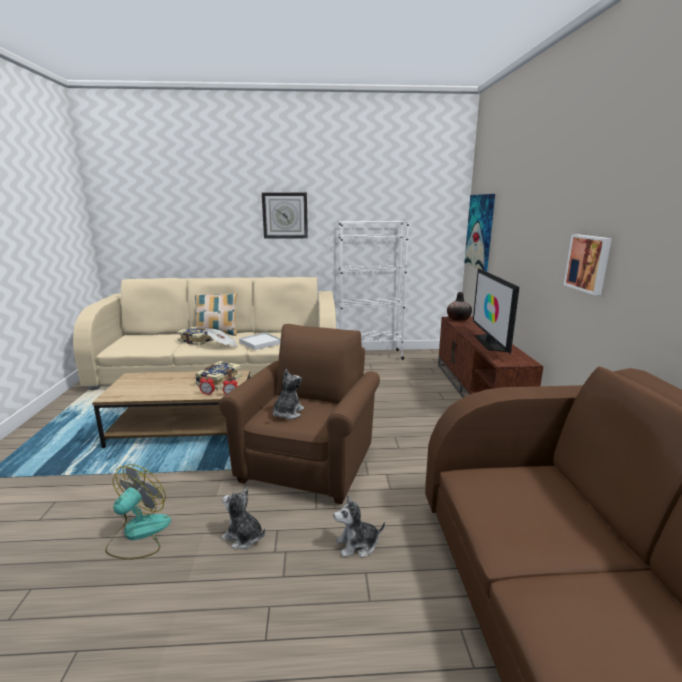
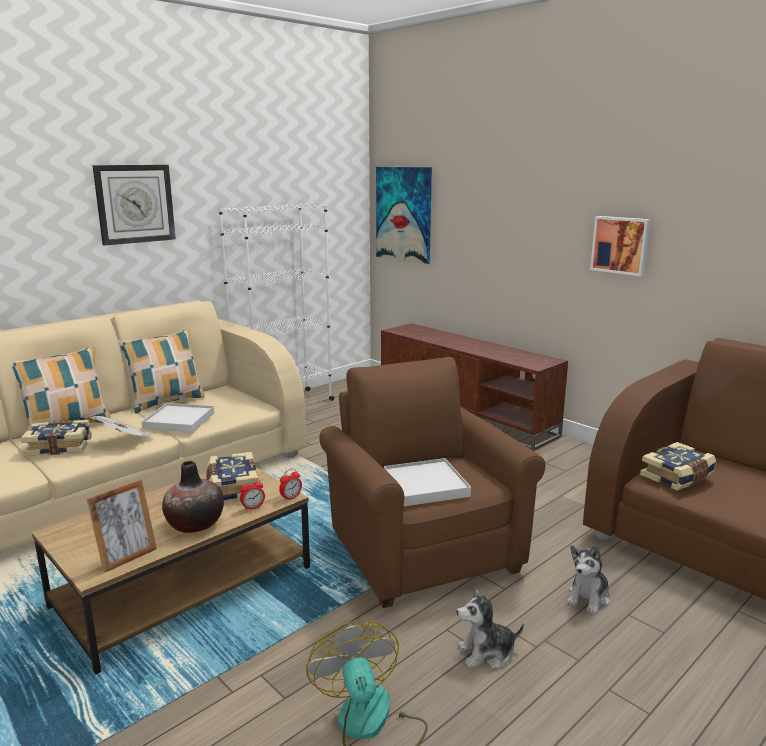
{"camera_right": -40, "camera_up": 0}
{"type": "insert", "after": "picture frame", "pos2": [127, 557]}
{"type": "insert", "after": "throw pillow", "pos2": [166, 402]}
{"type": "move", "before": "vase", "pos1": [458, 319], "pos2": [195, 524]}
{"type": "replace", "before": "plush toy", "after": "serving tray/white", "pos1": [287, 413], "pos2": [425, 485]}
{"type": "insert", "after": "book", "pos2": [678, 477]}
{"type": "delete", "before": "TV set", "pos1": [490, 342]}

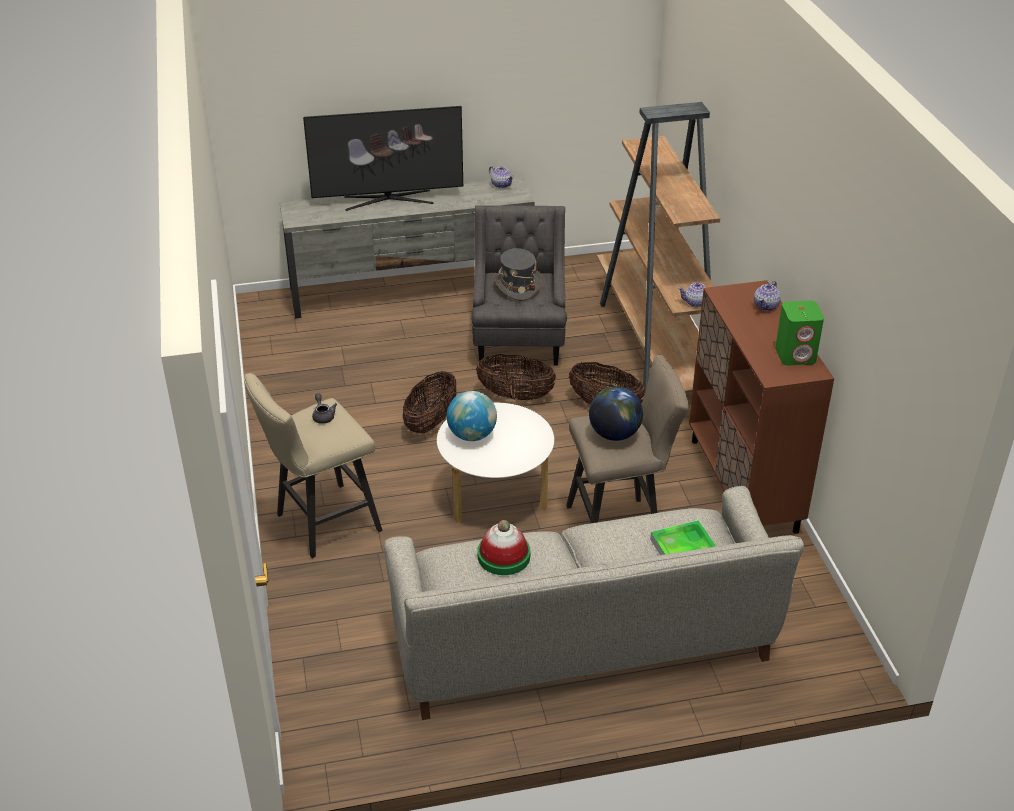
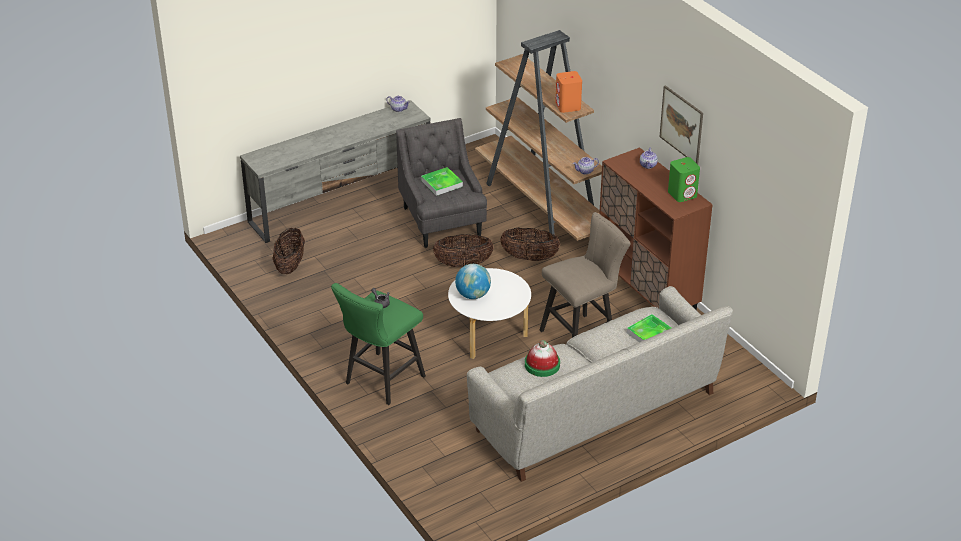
{"camera_right": -20, "camera_up": 0}
{"type": "move", "before": "storage basket", "pos1": [431, 421], "pos2": [290, 265]}
{"type": "recolor", "before": "sitting stool/beige-coloured", "after": "sitting stool/green-coloured", "pos1": [321, 524], "pos2": [381, 382]}
{"type": "replace", "before": "clothing hat/grey", "after": "serving tray", "pos1": [517, 285], "pos2": [441, 183]}
{"type": "insert", "after": "audio speaker/orange-coloured", "pos2": [568, 106]}
{"type": "insert", "after": "picture", "pos2": [681, 124]}
{"type": "delete", "before": "TV set", "pos1": [388, 200]}
{"type": "delete", "before": "globe", "pos1": [614, 434]}

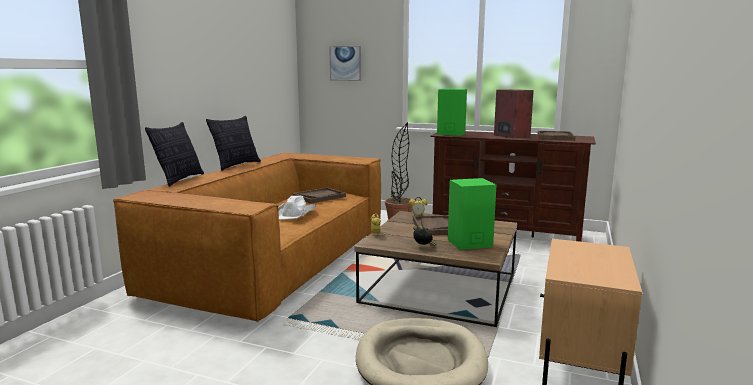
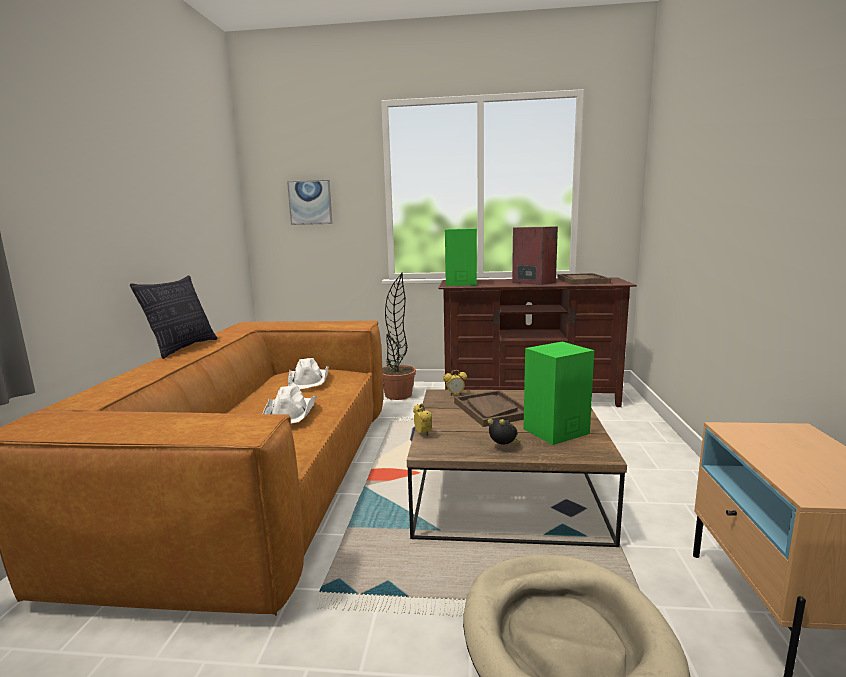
{"camera_right": -15, "camera_up": 0}
{"type": "replace", "before": "serving tray/brownish", "after": "clothing hat/white", "pos1": [319, 197], "pos2": [309, 380]}
{"type": "delete", "before": "throw pillow", "pos1": [179, 180]}

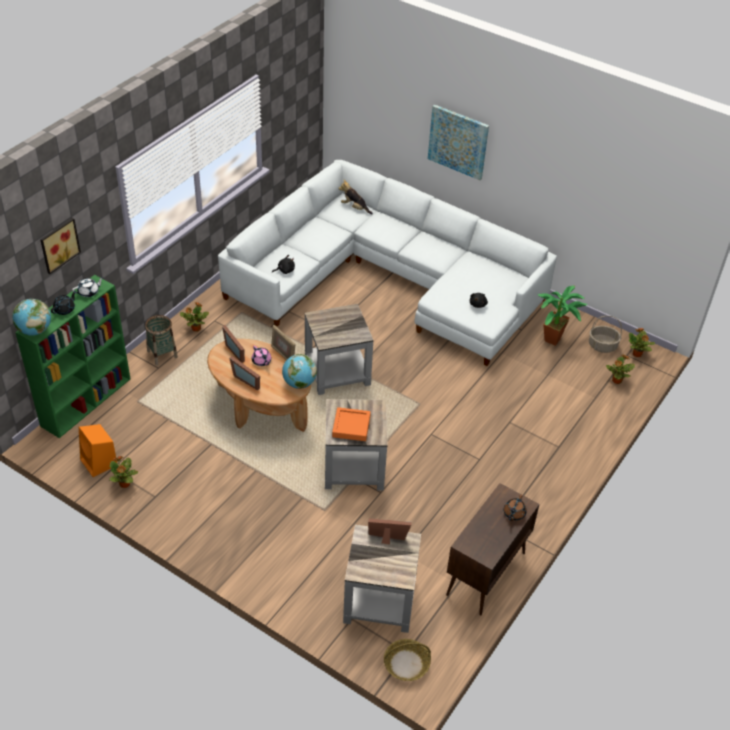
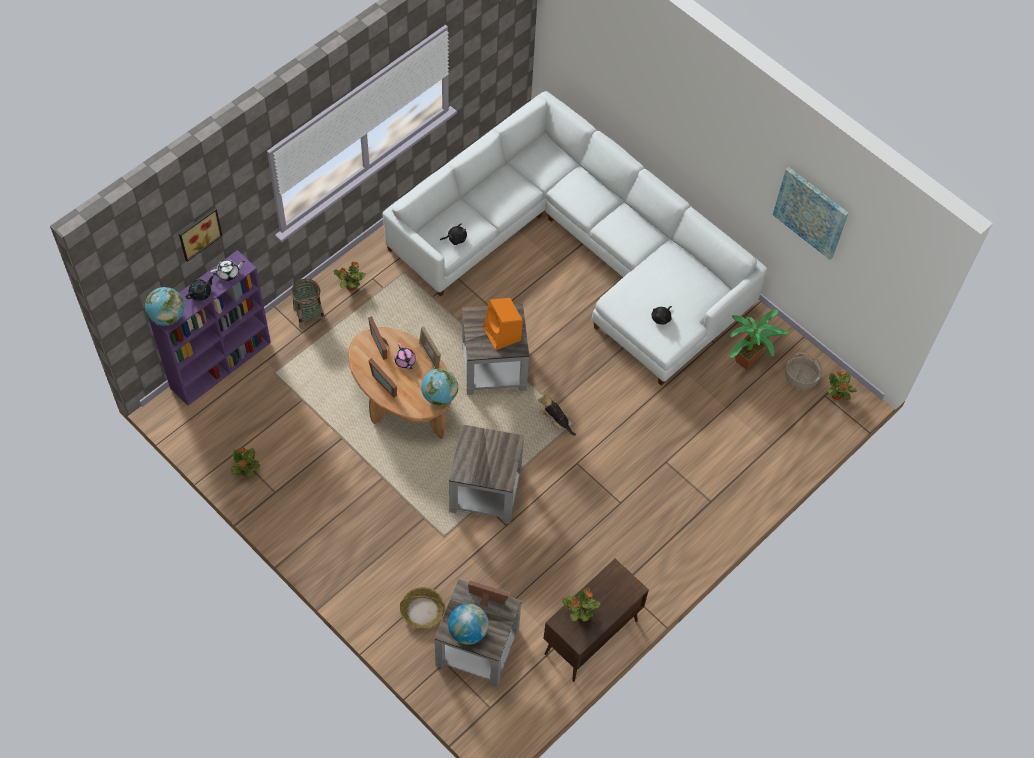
{"camera_right": 10, "camera_up": 15}
{"type": "recolor", "before": "bookcase/green-coloured", "after": "bookcase/purplish", "pos1": [87, 401], "pos2": [221, 364]}
{"type": "move", "before": "storage basket", "pos1": [406, 664], "pos2": [422, 611]}
{"type": "insert", "after": "globe", "pos2": [468, 631]}
{"type": "move", "before": "audio speaker/orange-coloured", "pos1": [99, 463], "pos2": [503, 334]}
{"type": "move", "before": "plush toy", "pos1": [355, 208], "pos2": [556, 421]}
{"type": "move", "before": "houseplant", "pos1": [616, 381], "pos2": [579, 613]}
{"type": "move", "before": "picture", "pos1": [458, 141], "pos2": [811, 212]}
{"type": "delete", "before": "serving tray/orange-coloured", "pos1": [351, 427]}
{"type": "delete", "before": "teapot/brownish", "pos1": [513, 514]}

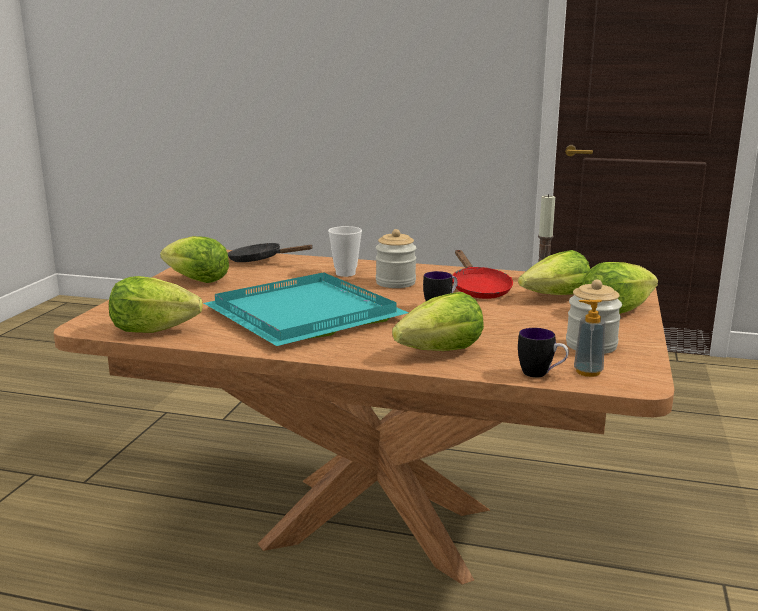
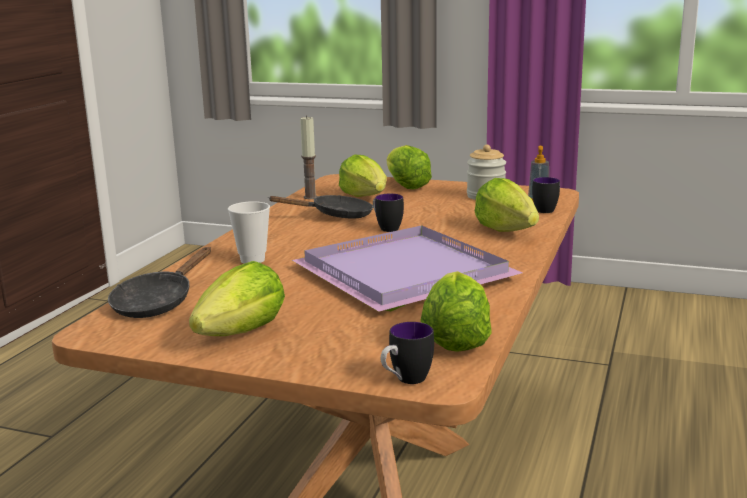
{"camera_right": -85, "camera_up": 0}
{"type": "recolor", "before": "frying pan/red", "after": "frying pan/blackish", "pos1": [478, 289], "pos2": [336, 216]}
{"type": "recolor", "before": "serving tray/turquoise-coloured", "after": "serving tray/purplish", "pos1": [308, 315], "pos2": [405, 272]}
{"type": "insert", "after": "mug", "pos2": [405, 381]}
{"type": "delete", "before": "preserve jar", "pos1": [395, 283]}

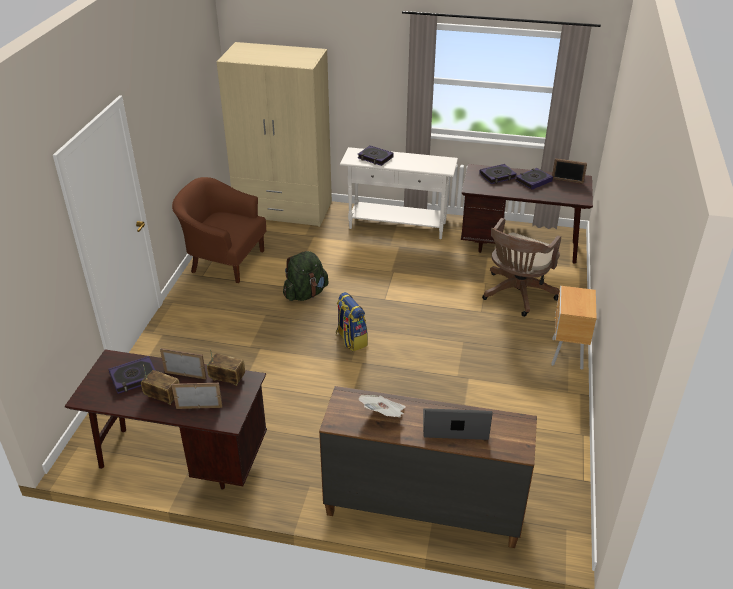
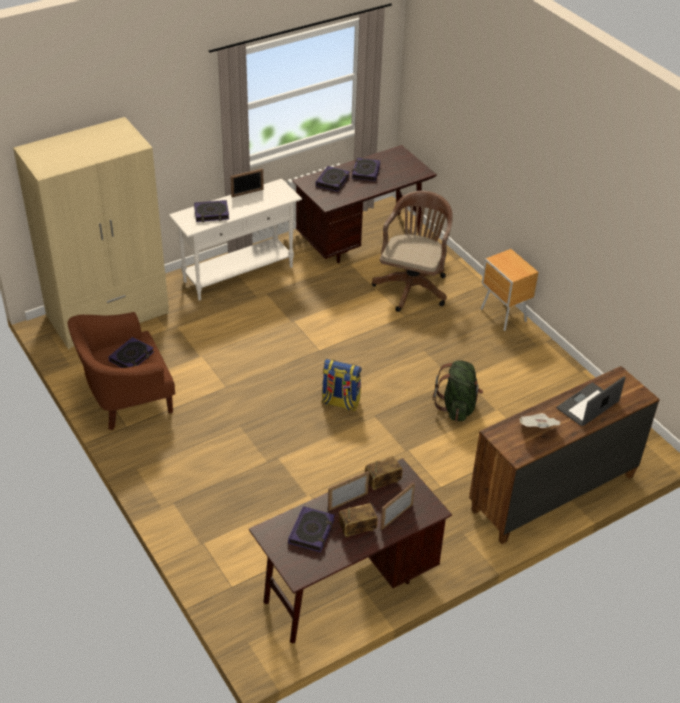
{"camera_right": -45, "camera_up": 5}
{"type": "insert", "after": "book", "pos2": [132, 357]}
{"type": "move", "before": "picture frame", "pos1": [567, 181], "pos2": [247, 193]}
{"type": "rotate", "before": "computer chair/brownish", "pos1": [516, 295], "pos2": [412, 286], "turn": -150}
{"type": "move", "before": "rucksack/green-coloured", "pos1": [306, 294], "pos2": [457, 407]}

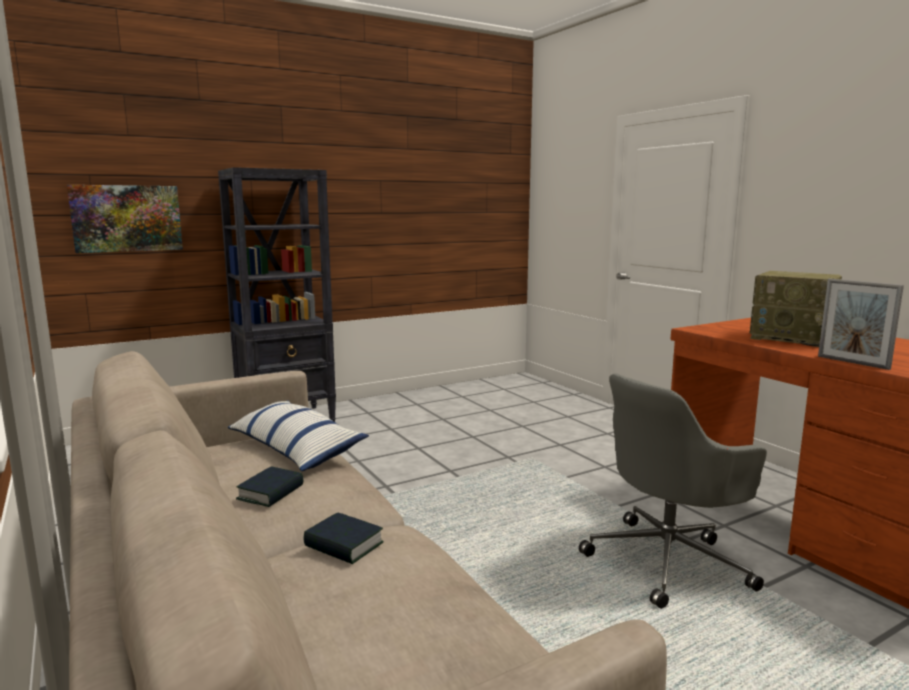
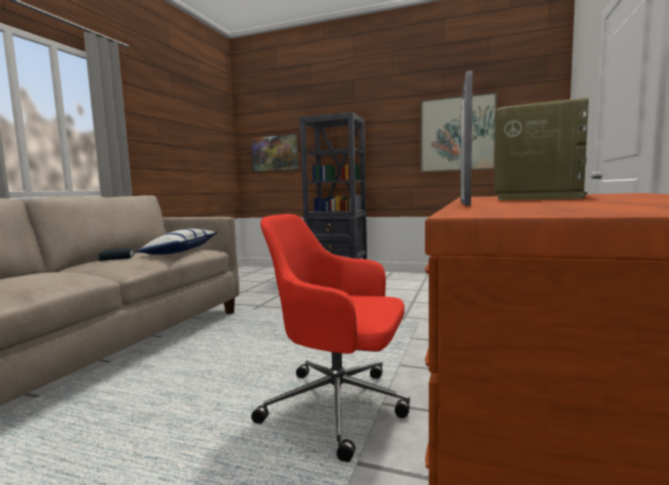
{"camera_right": 50, "camera_up": -5}
{"type": "recolor", "before": "computer chair/grey", "after": "computer chair/red", "pos1": [669, 560], "pos2": [339, 407]}
{"type": "insert", "after": "picture", "pos2": [457, 134]}
{"type": "rotate", "before": "radio", "pos1": [793, 338], "pos2": [537, 197], "turn": -150}
{"type": "delete", "before": "book", "pos1": [344, 545]}

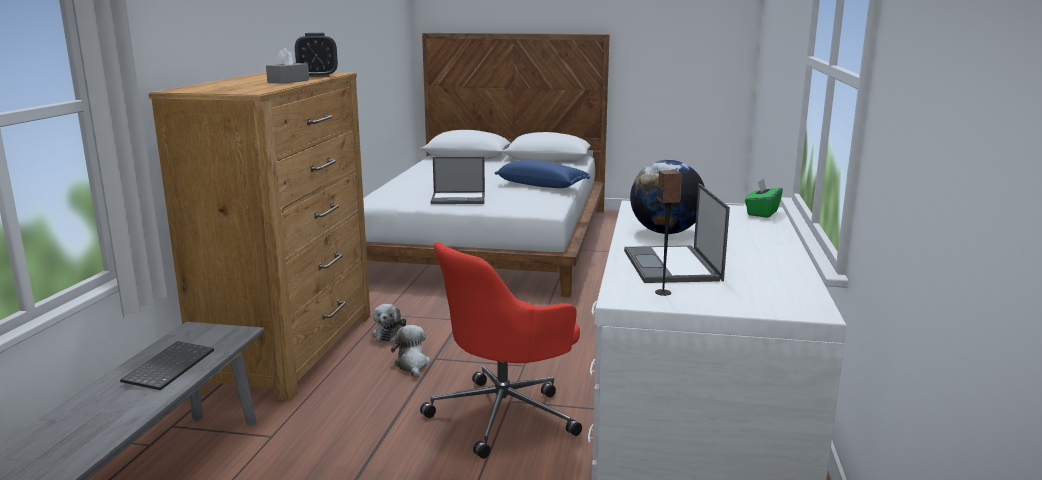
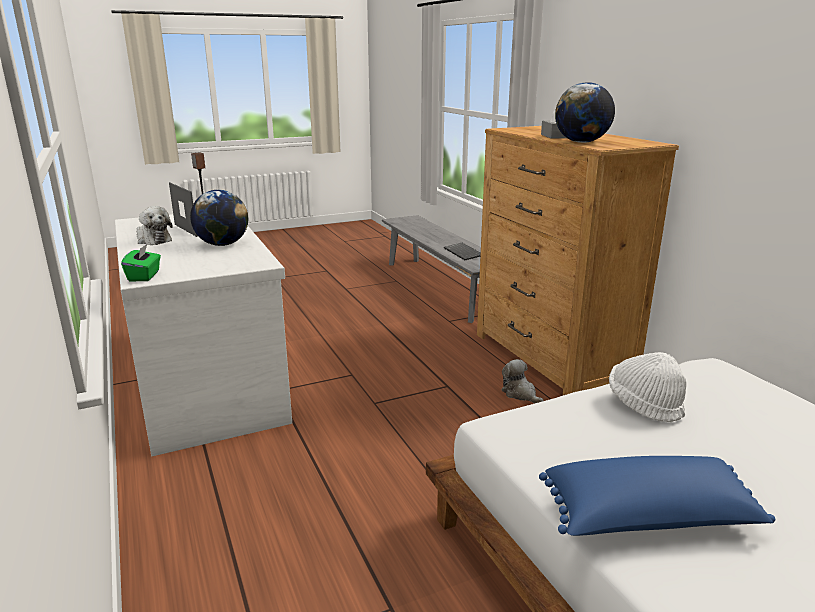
{"camera_right": 145, "camera_up": 5}
{"type": "move", "before": "plush toy", "pos1": [412, 365], "pos2": [153, 240]}
{"type": "replace", "before": "alarm clock", "after": "globe", "pos1": [317, 76], "pos2": [581, 142]}
{"type": "replace", "before": "notebook computer", "after": "clothing hat/white", "pos1": [459, 198], "pos2": [644, 404]}
{"type": "delete", "before": "computer chair/red", "pos1": [505, 415]}

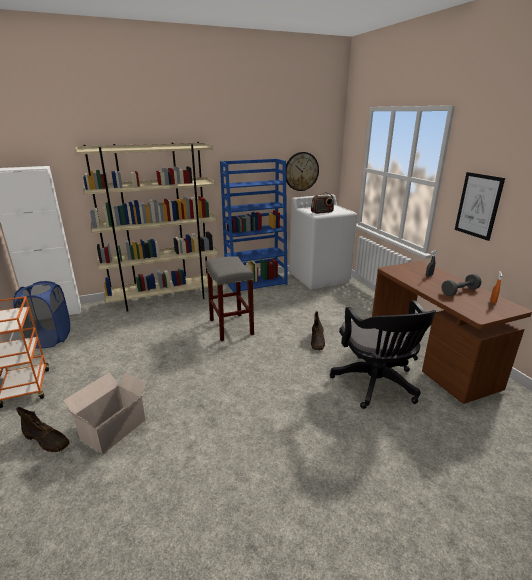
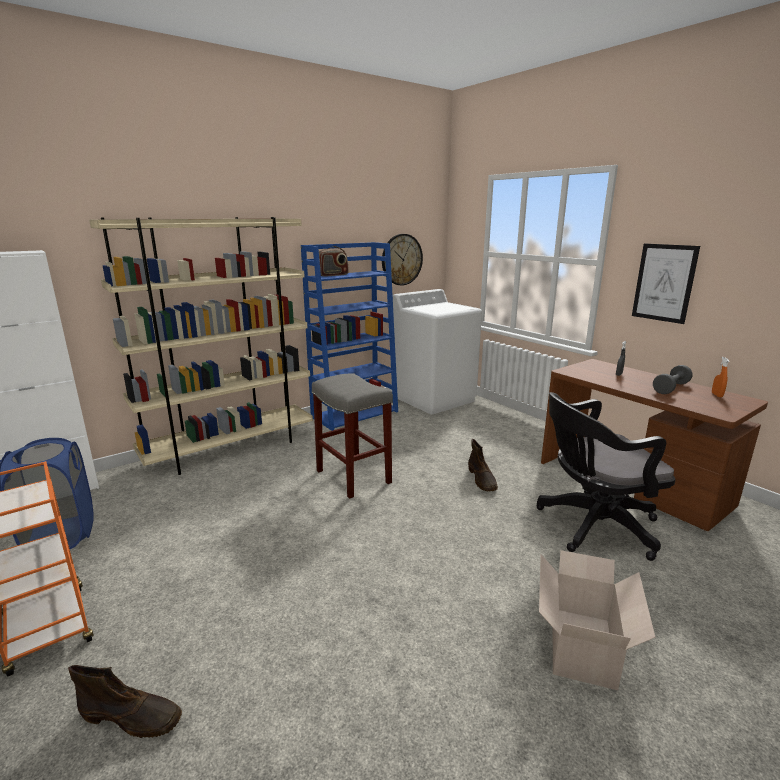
{"camera_right": -15, "camera_up": -5}
{"type": "move", "before": "radio", "pos1": [322, 212], "pos2": [332, 275]}
{"type": "rotate", "before": "computer chair/blackish", "pos1": [376, 385], "pos2": [592, 526], "turn": 105}
{"type": "move", "before": "packing box", "pos1": [115, 428], "pos2": [582, 644]}

